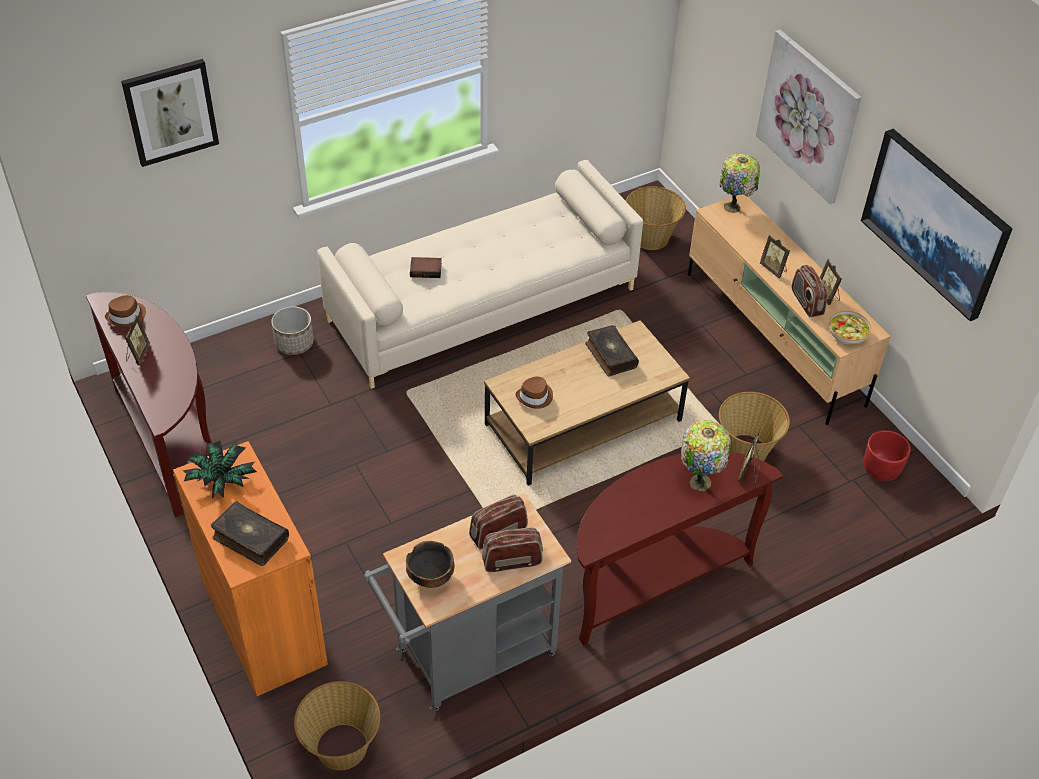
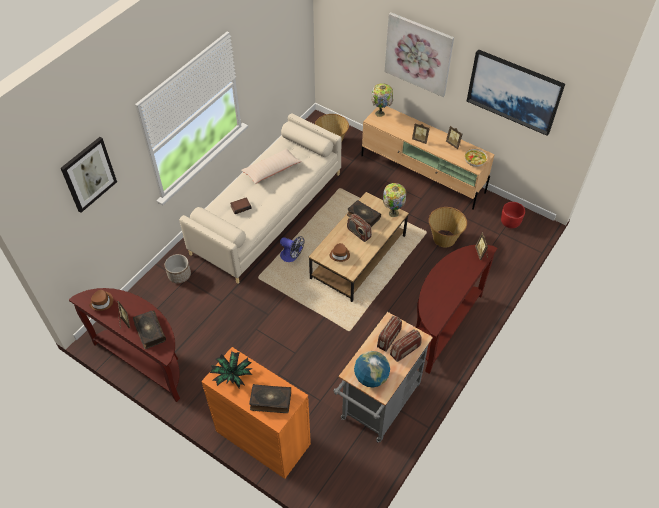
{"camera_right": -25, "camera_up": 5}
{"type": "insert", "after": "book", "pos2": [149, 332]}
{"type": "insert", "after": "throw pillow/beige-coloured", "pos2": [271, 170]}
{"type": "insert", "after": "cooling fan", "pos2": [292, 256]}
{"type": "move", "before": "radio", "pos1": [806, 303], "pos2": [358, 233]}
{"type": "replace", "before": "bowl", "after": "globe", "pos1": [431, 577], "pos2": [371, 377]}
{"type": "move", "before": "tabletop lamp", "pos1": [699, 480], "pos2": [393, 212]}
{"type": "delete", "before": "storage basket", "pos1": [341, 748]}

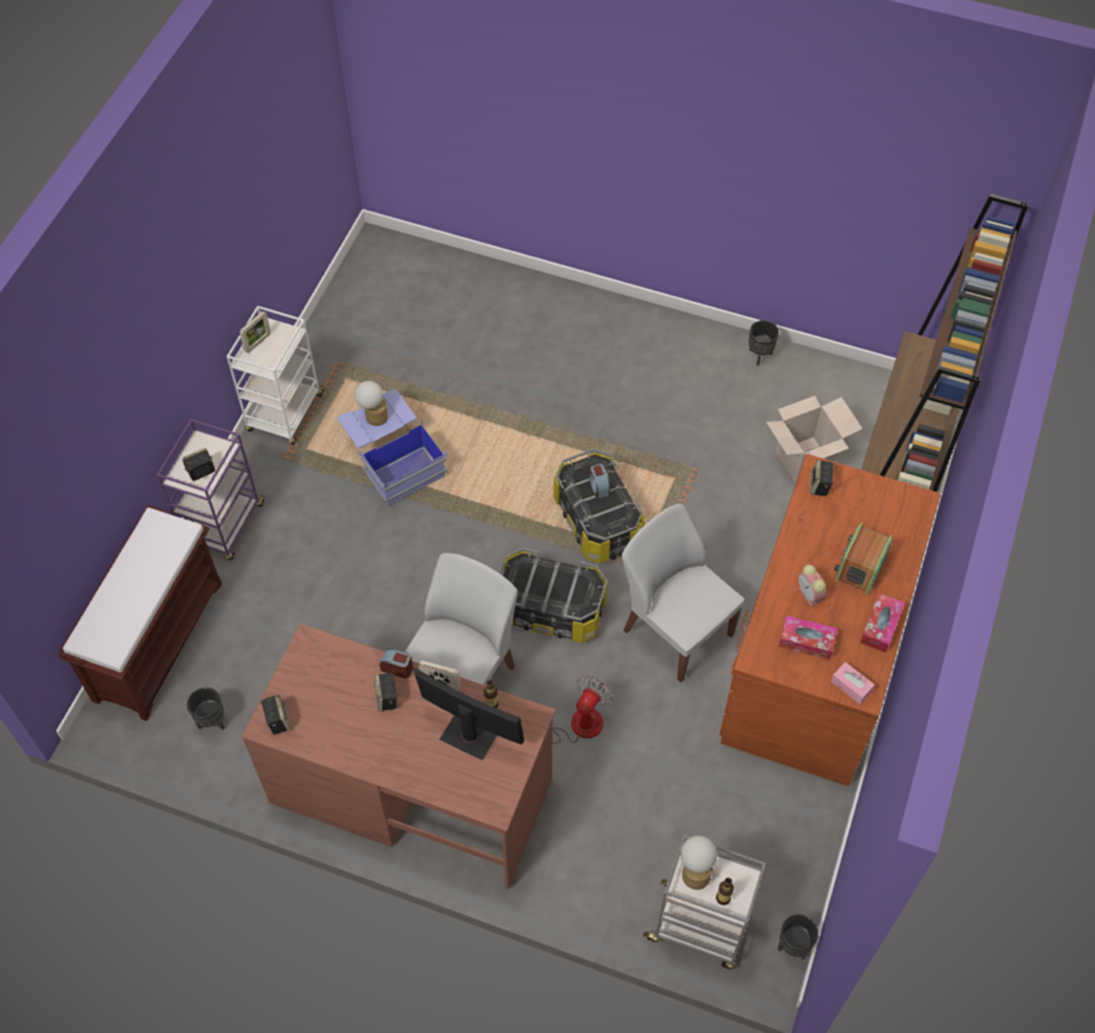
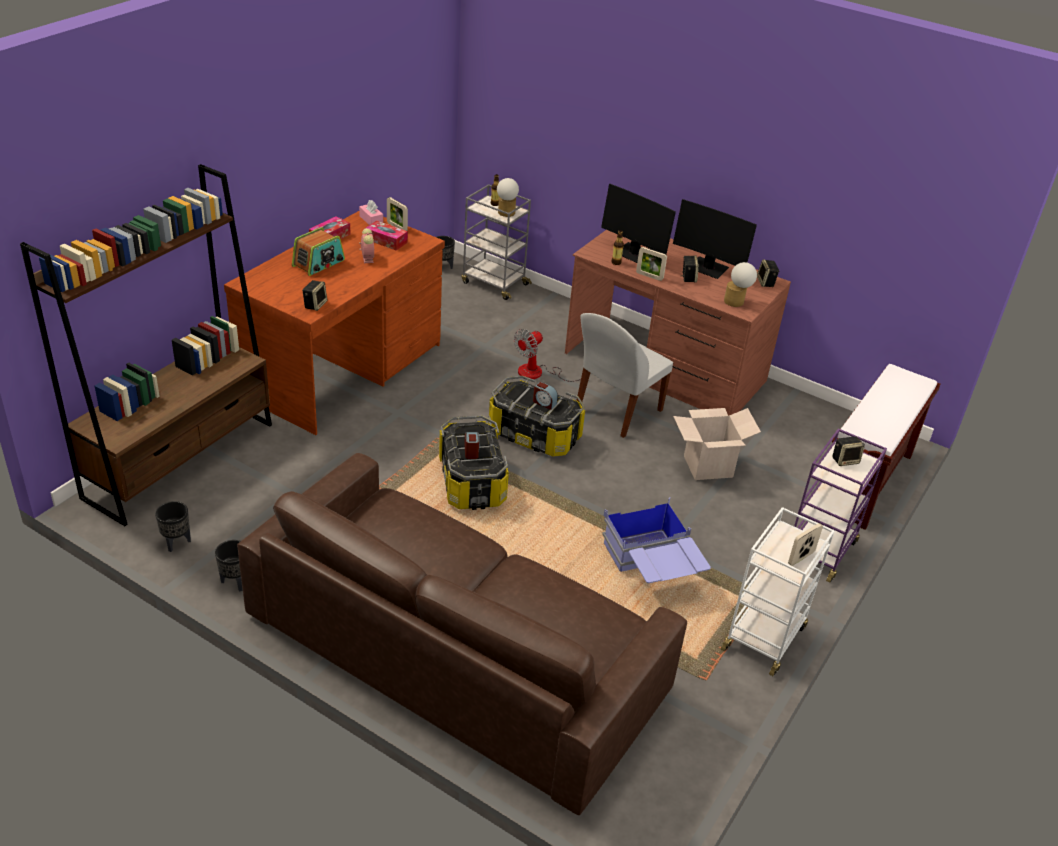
{"camera_right": -170, "camera_up": -20}
{"type": "move", "before": "flower pot/blackish", "pos1": [211, 722], "pos2": [177, 542]}
{"type": "insert", "after": "couch/brownish", "pos2": [457, 651]}
{"type": "insert", "after": "picture frame", "pos2": [397, 227]}
{"type": "move", "before": "alarm clock", "pos1": [397, 668], "pos2": [544, 402]}
{"type": "insert", "after": "computer screen", "pos2": [708, 268]}
{"type": "move", "before": "packing box", "pos1": [805, 460], "pos2": [708, 466]}
{"type": "move", "before": "tabletop lamp", "pos1": [373, 416], "pos2": [736, 302]}
{"type": "delete", "before": "upright chair/white", "pos1": [676, 630]}

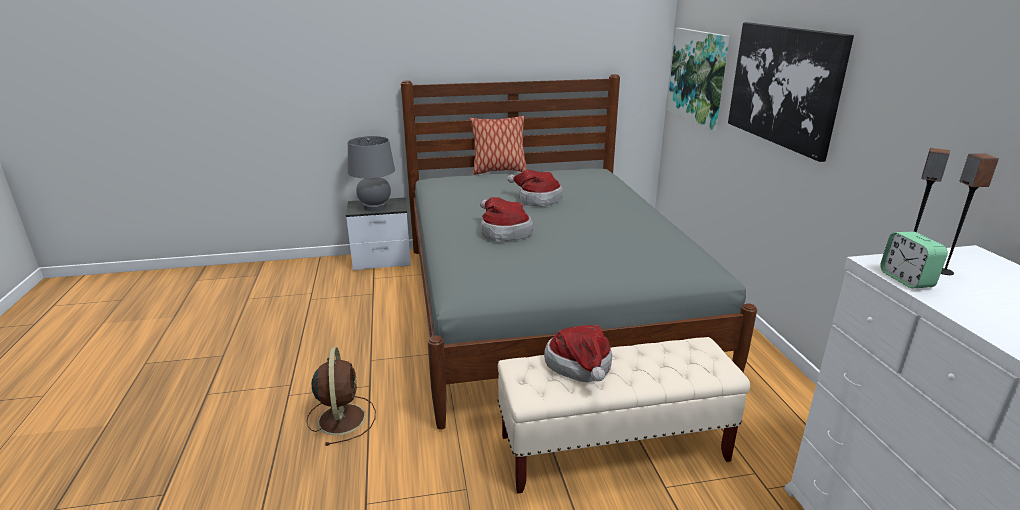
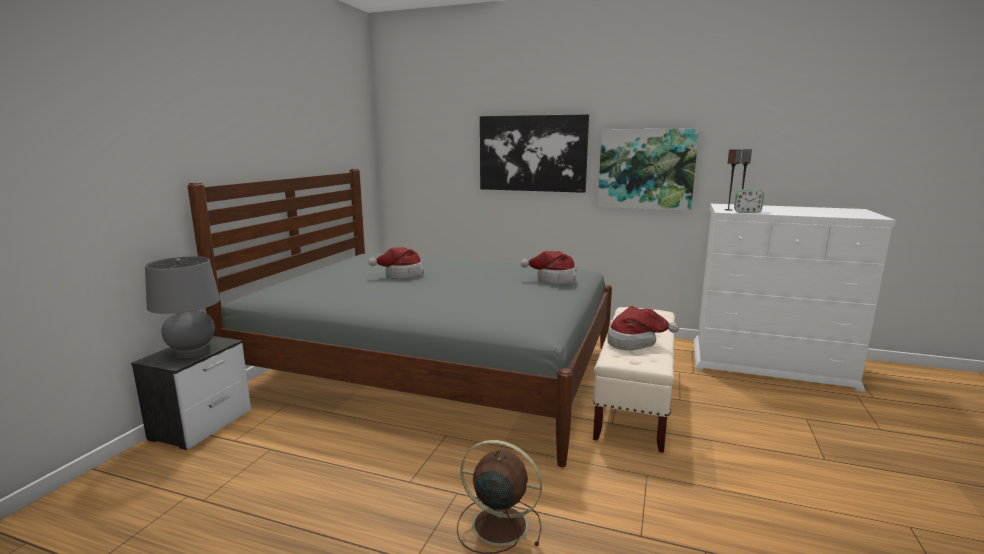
{"camera_right": -60, "camera_up": -10}
{"type": "move", "before": "clothing hat", "pos1": [503, 232], "pos2": [554, 279]}
{"type": "move", "before": "picture", "pos1": [698, 76], "pos2": [646, 169]}
{"type": "delete", "before": "throw pillow", "pos1": [498, 171]}

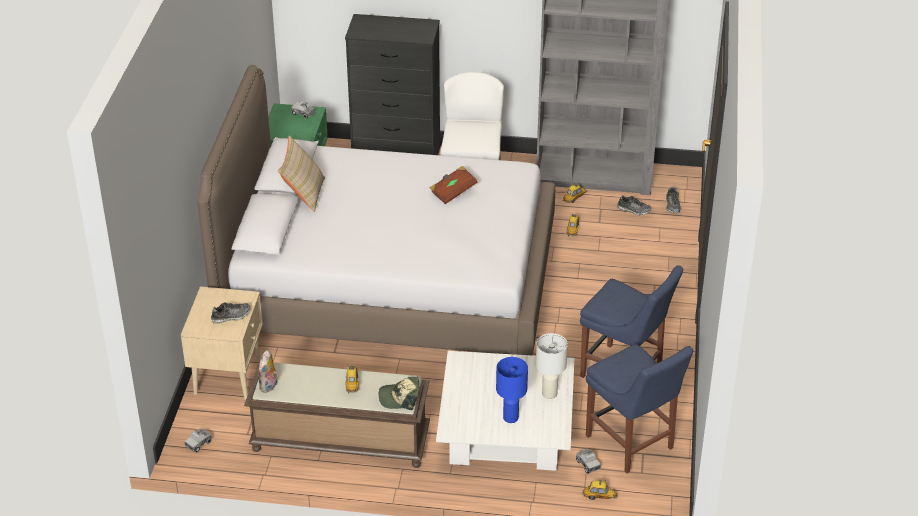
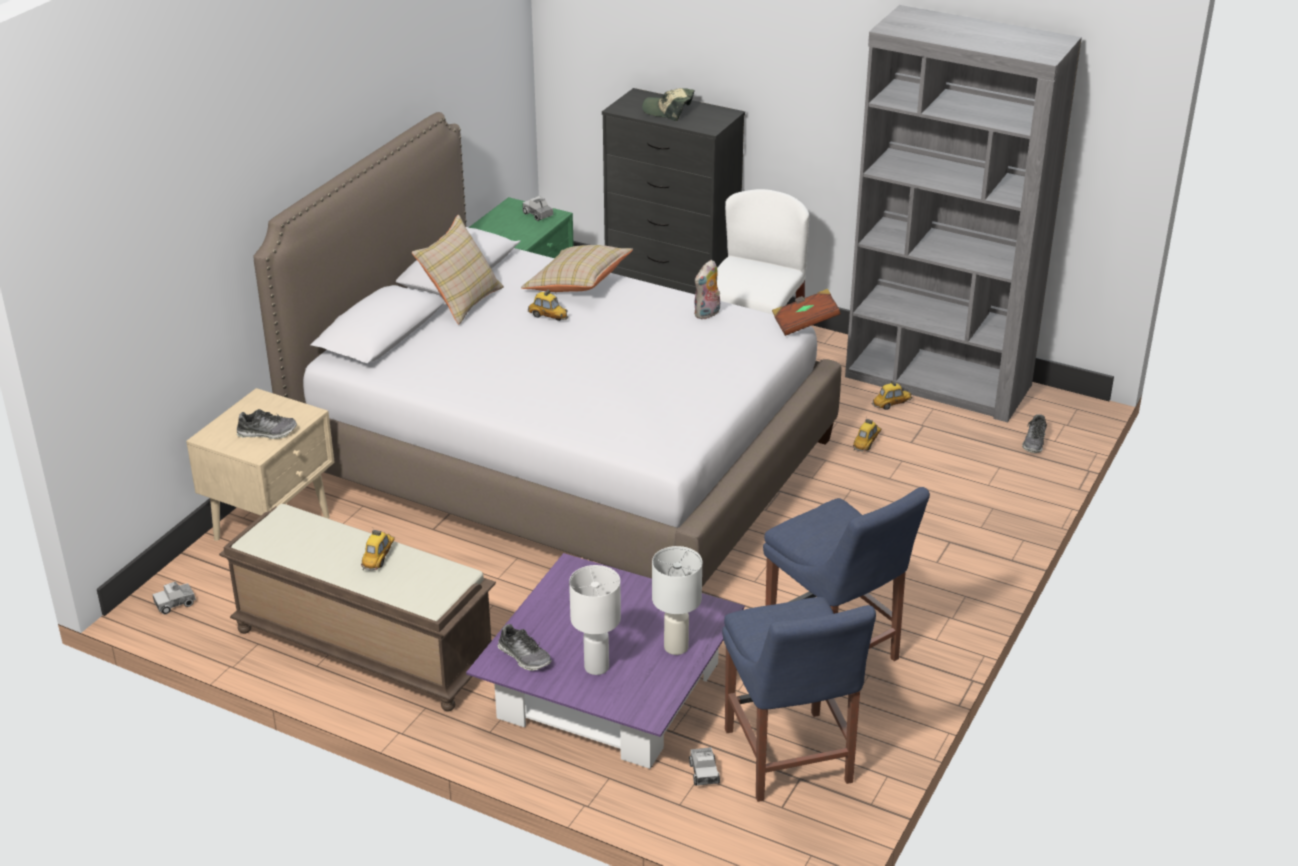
{"camera_right": 20, "camera_up": -5}
{"type": "recolor", "before": "low table/white", "after": "low table/purplish", "pos1": [505, 429], "pos2": [609, 690]}
{"type": "move", "before": "low shoe", "pos1": [633, 210], "pos2": [524, 657]}
{"type": "insert", "after": "throw pillow/beige-coloured", "pos2": [577, 284]}
{"type": "move", "before": "miniature car", "pos1": [599, 496], "pos2": [548, 317]}
{"type": "recolor", "before": "tabletop lamp/blue-coloured", "after": "tabletop lamp/white", "pos1": [510, 417], "pos2": [596, 666]}
{"type": "move", "before": "cap", "pos1": [400, 398], "pos2": [668, 111]}
{"type": "move", "before": "plush toy", "pos1": [269, 386], "pos2": [707, 314]}
{"type": "move", "before": "book/brownish", "pos1": [453, 192], "pos2": [805, 323]}

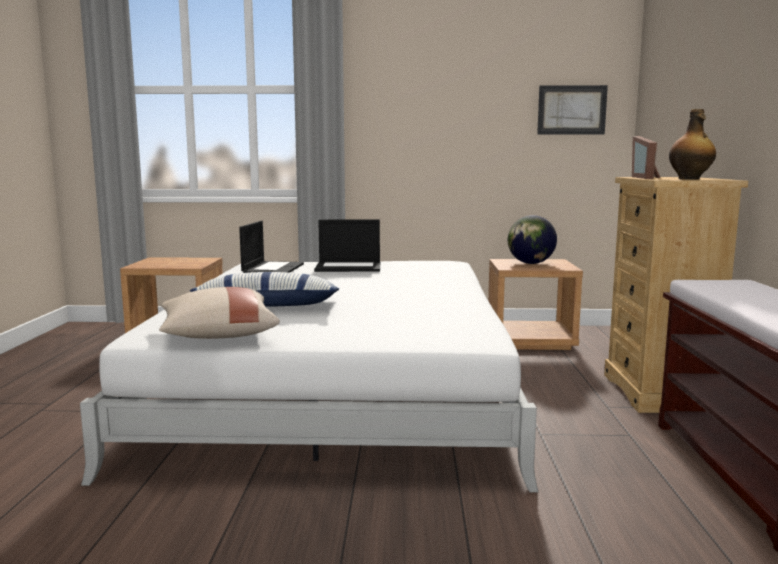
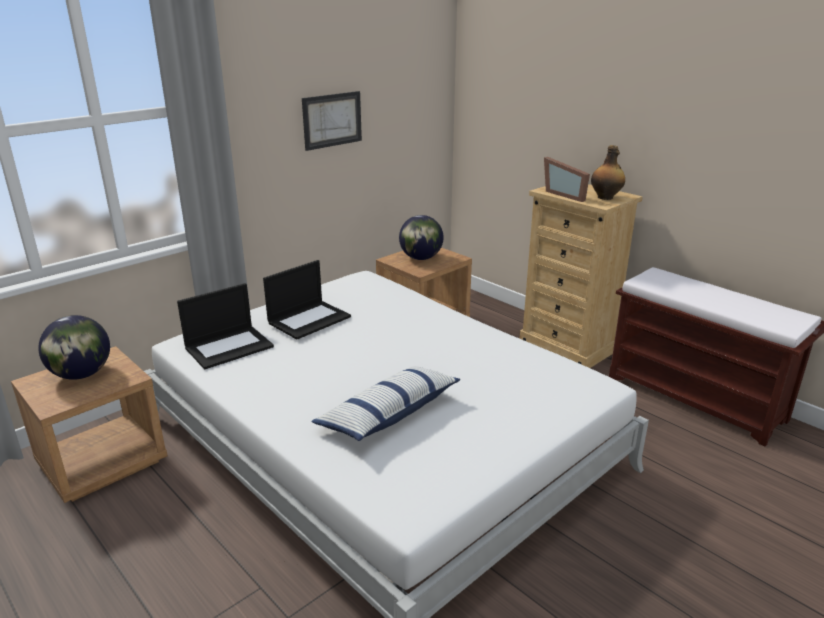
{"camera_right": -45, "camera_up": 15}
{"type": "insert", "after": "globe", "pos2": [82, 374]}
{"type": "rotate", "before": "notebook computer", "pos1": [273, 268], "pos2": [229, 347], "turn": 90}
{"type": "move", "before": "picture", "pos1": [571, 110], "pos2": [332, 120]}
{"type": "delete", "before": "throw pillow/beige-coloured", "pos1": [218, 335]}

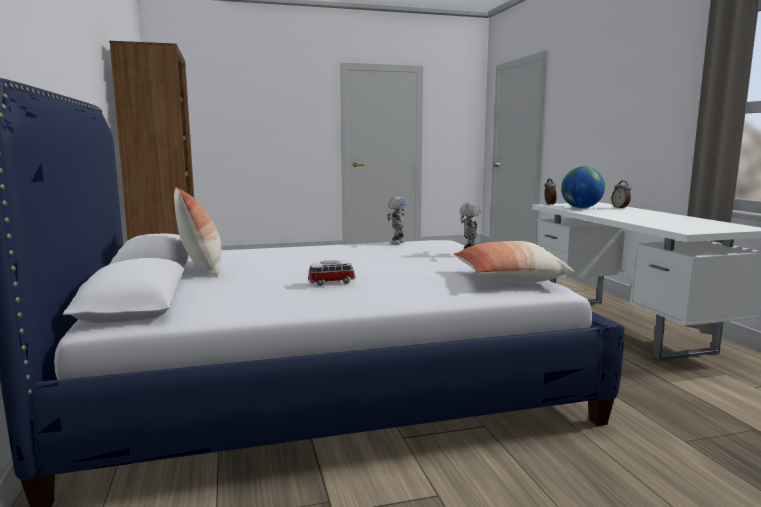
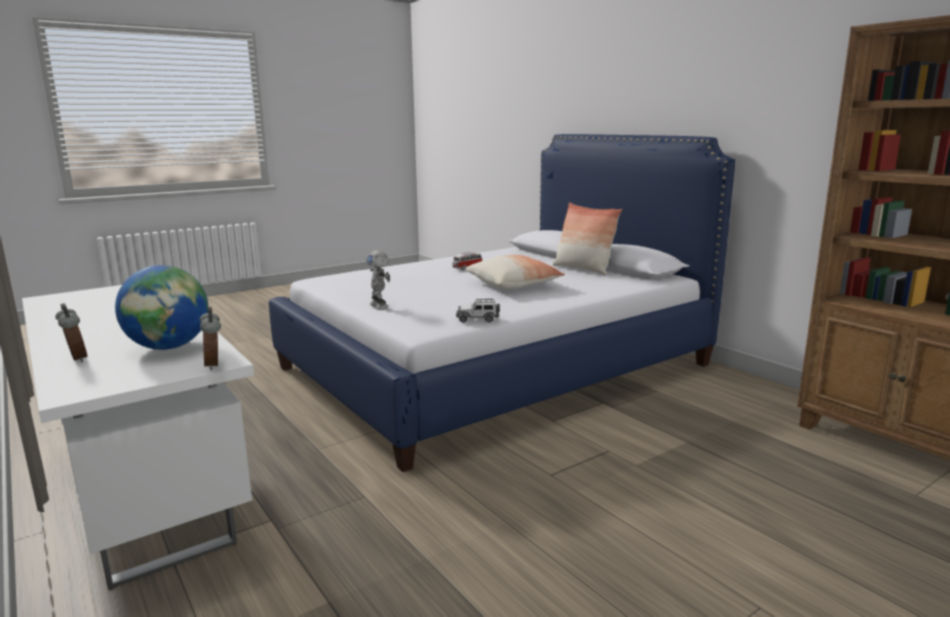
{"camera_right": 160, "camera_up": 5}
{"type": "replace", "before": "model robot", "after": "miniature car", "pos1": [397, 242], "pos2": [478, 319]}
{"type": "move", "before": "throw pillow", "pos1": [508, 280], "pos2": [514, 285]}

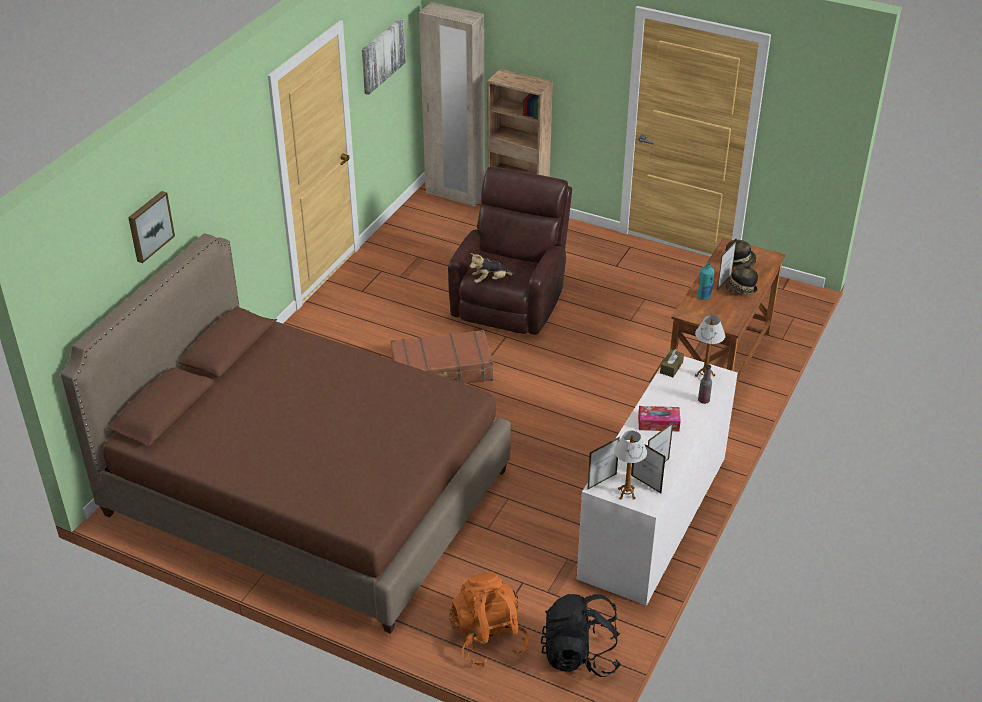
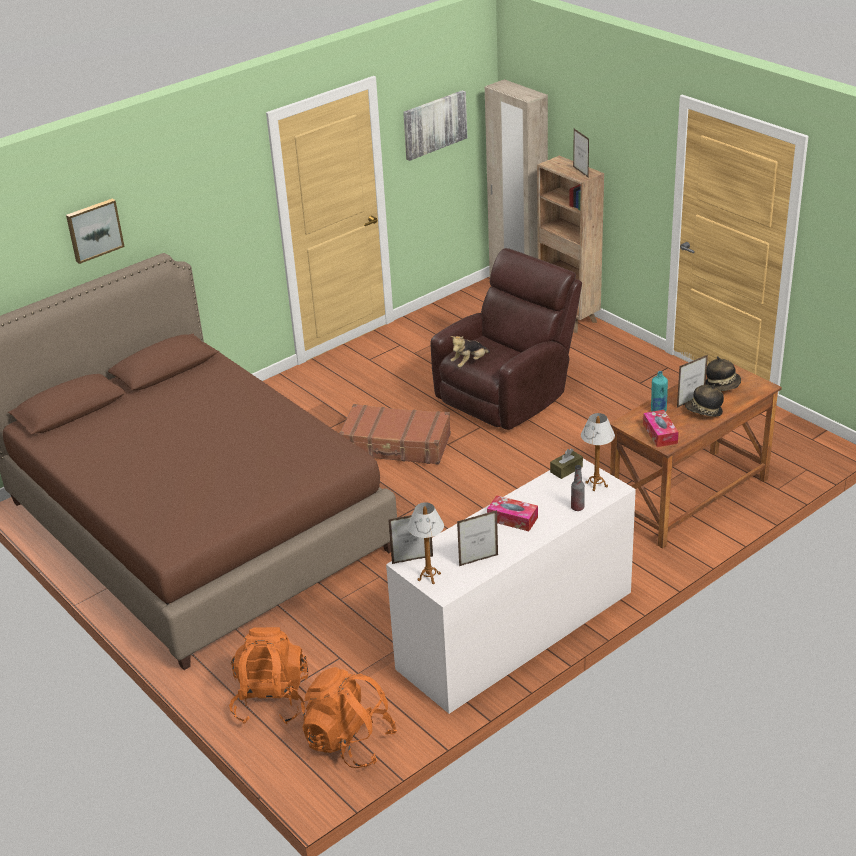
{"camera_right": 25, "camera_up": -5}
{"type": "recolor", "before": "rucksack/blackish", "after": "rucksack/orange-coloured", "pos1": [580, 655], "pos2": [349, 742]}
{"type": "rotate", "before": "plush toy", "pos1": [490, 280], "pos2": [469, 363], "turn": -45}
{"type": "move", "before": "picture frame", "pos1": [646, 484], "pos2": [580, 172]}
{"type": "insert", "after": "box of tissues", "pos2": [660, 434]}

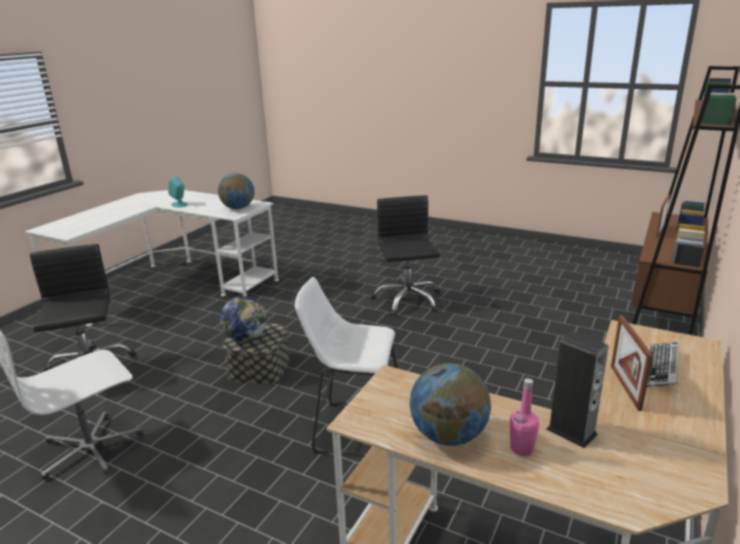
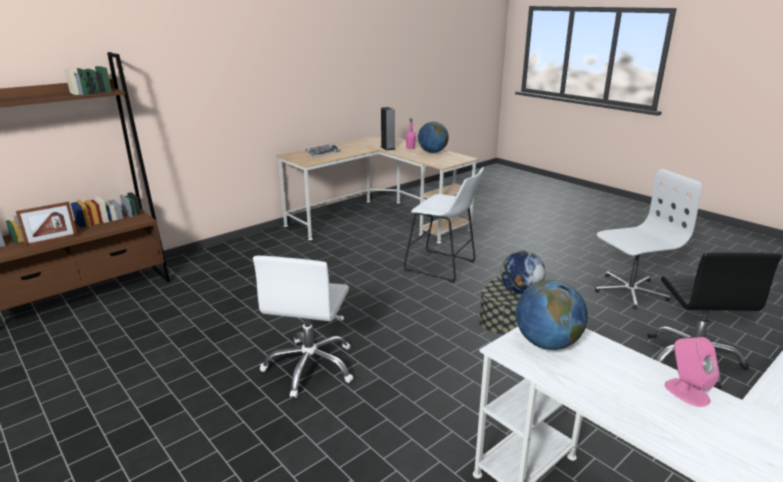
{"camera_right": -160, "camera_up": 0}
{"type": "recolor", "before": "computer chair/blackish", "after": "computer chair/white", "pos1": [407, 300], "pos2": [310, 367]}
{"type": "recolor", "before": "audio speaker/turquoise-coloured", "after": "audio speaker/pinkish", "pos1": [179, 205], "pos2": [686, 392]}
{"type": "delete", "before": "picture frame", "pos1": [625, 387]}

